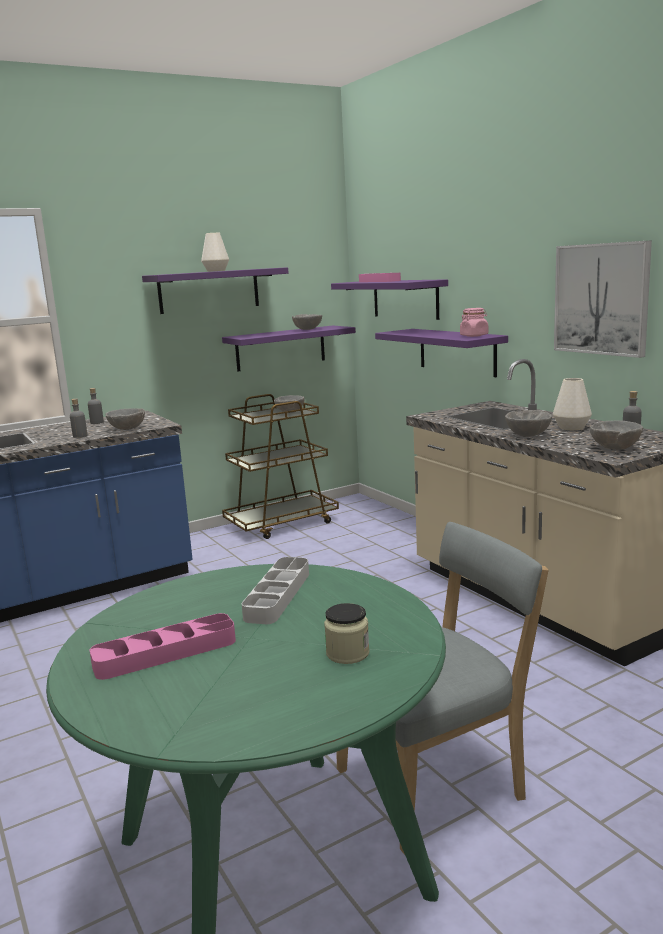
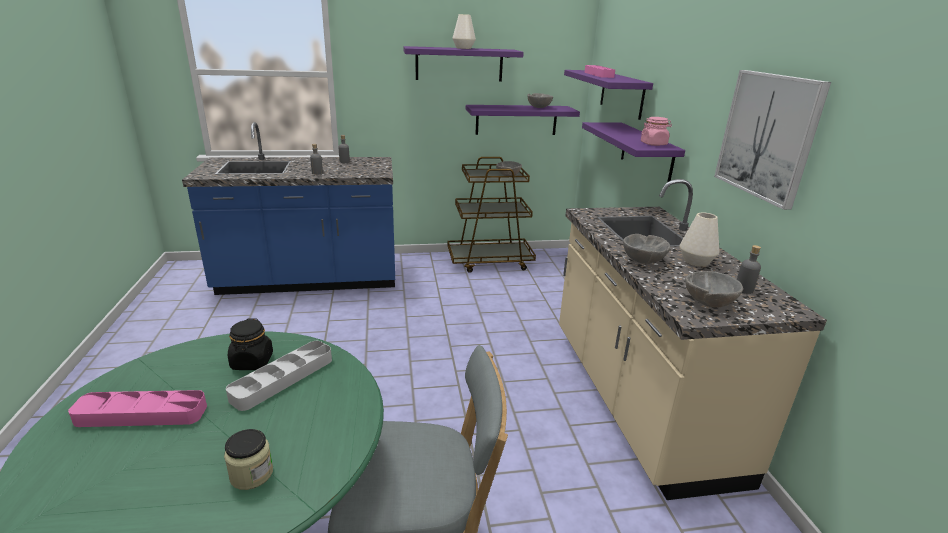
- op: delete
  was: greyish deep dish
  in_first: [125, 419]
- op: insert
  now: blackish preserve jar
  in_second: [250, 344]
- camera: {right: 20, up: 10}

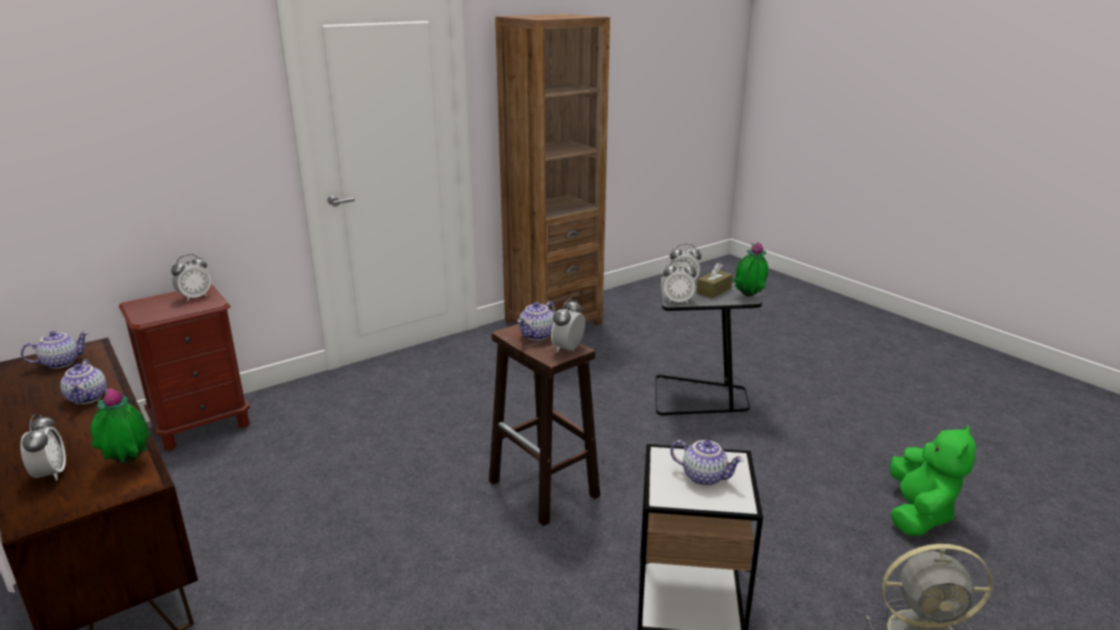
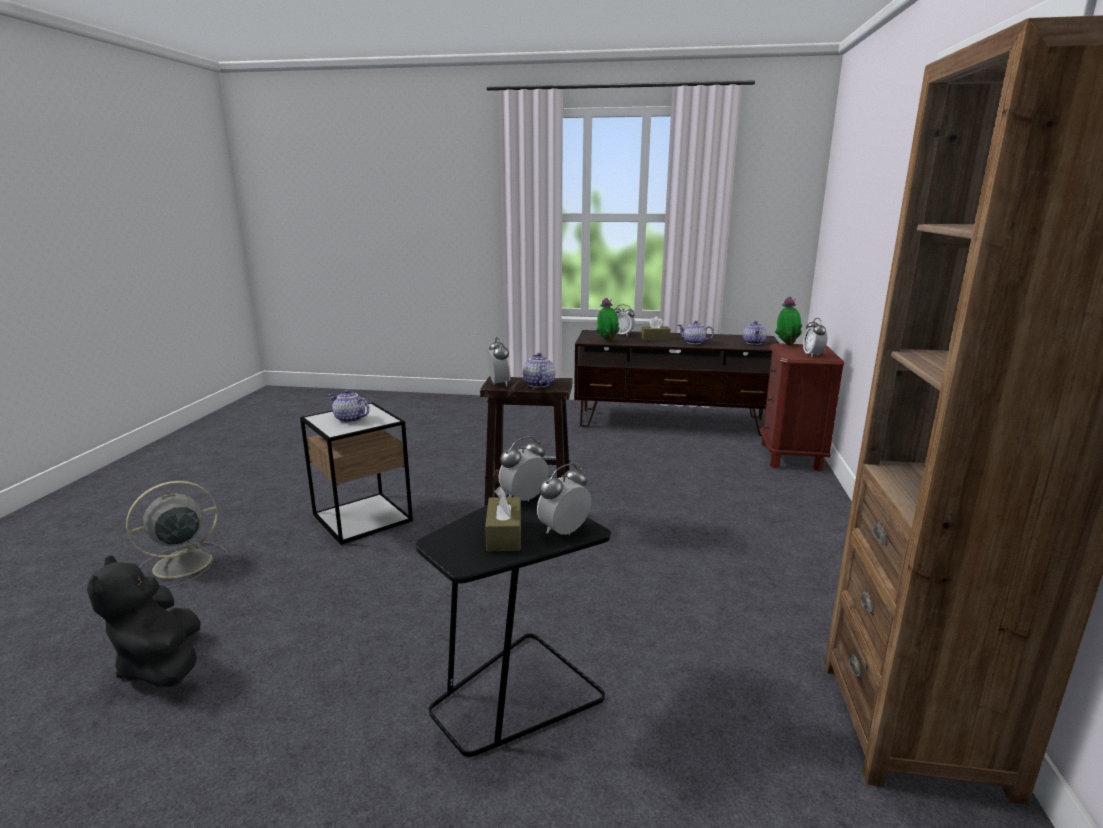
- op: move
  was: houseplant
  in_first: [750, 269]
  in_second: [788, 321]
- op: recolor
  was: green-coloured cuddly toy
  now: blackish cuddly toy
  in_first: [933, 480]
  in_second: [144, 621]
- op: rotate
  was: pot for tea
  in_first: [707, 463]
  in_second: [349, 406]
  clockwise: 45
- op: insert
  now: brownish tissue box
  in_second: [655, 328]
- camera: {right: 135, up: -5}

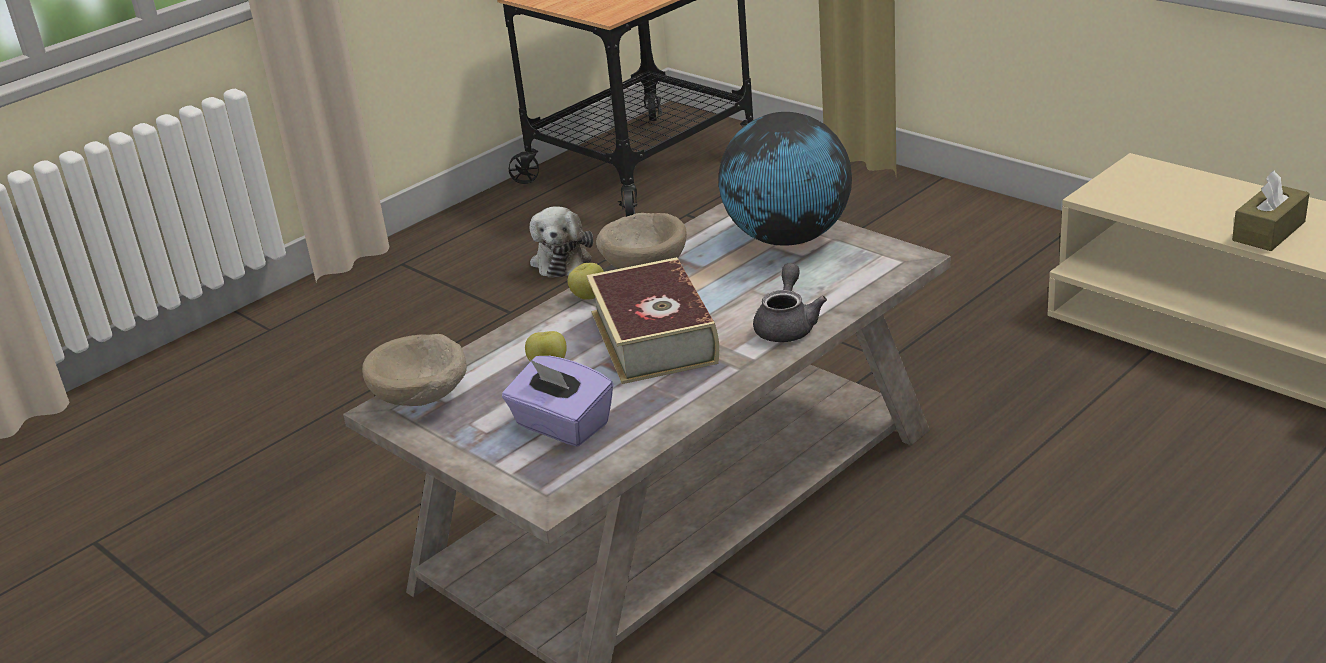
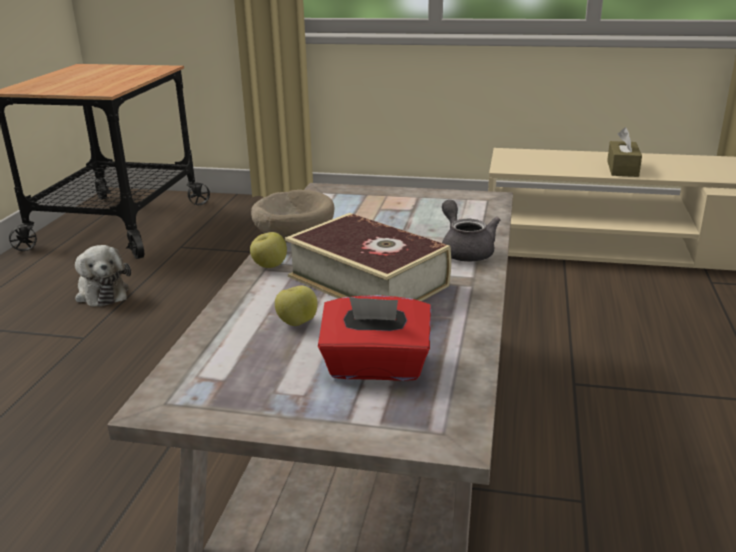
- op: delete
  was: world globe
  in_first: [785, 179]
- op: delete
  was: beige-coloured deep dish
  in_first: [414, 370]
- op: recolor
  was: purplish tissue box
  now: red-coloured tissue box
  in_first: [557, 401]
  in_second: [374, 338]
- camera: {right: -35, up: -5}

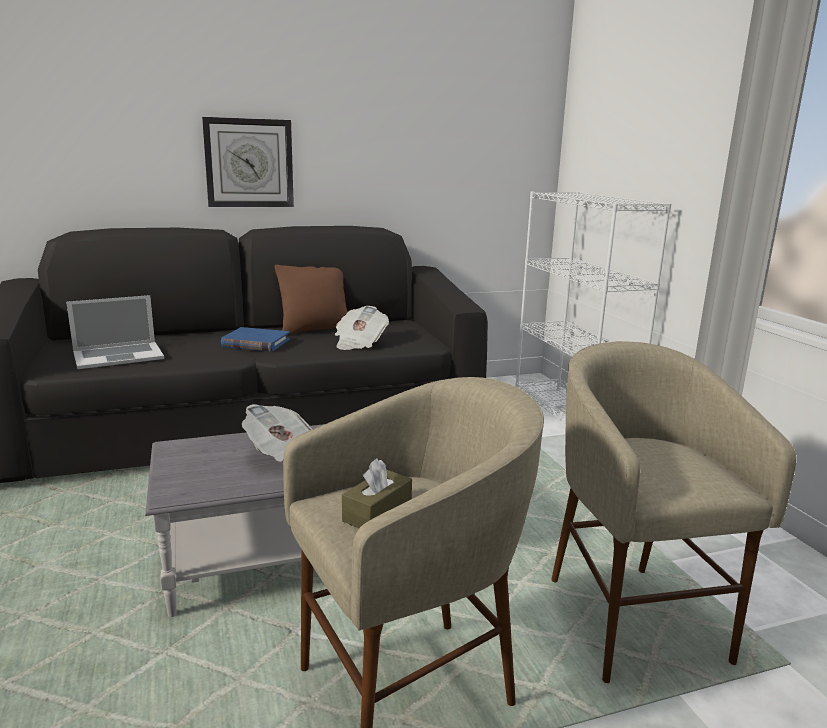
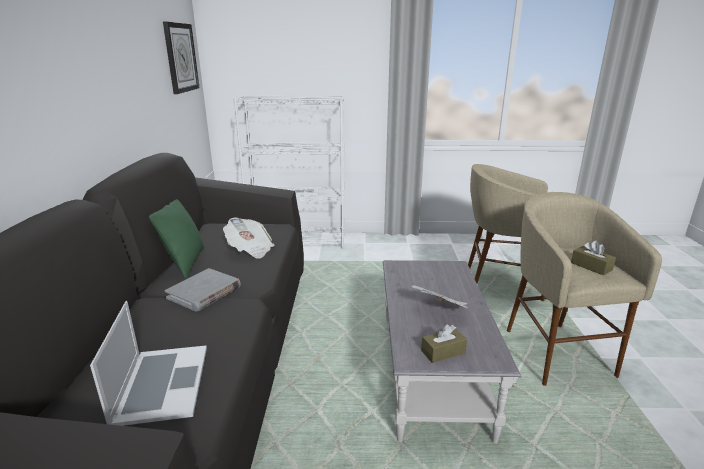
- op: move
  was: wall clock
  in_first: [248, 162]
  in_second: [181, 57]
- op: recolor
  was: brownish throw pillow
  now: green-coloured throw pillow
  in_first: [311, 300]
  in_second: [176, 239]
- op: recolor
  was: blue-coloured volume
  now: greyish volume
  in_first: [255, 339]
  in_second: [202, 289]
- op: insert
  now: brownish tissue box
  in_second: [444, 344]
- camera: {right: -70, up: 5}

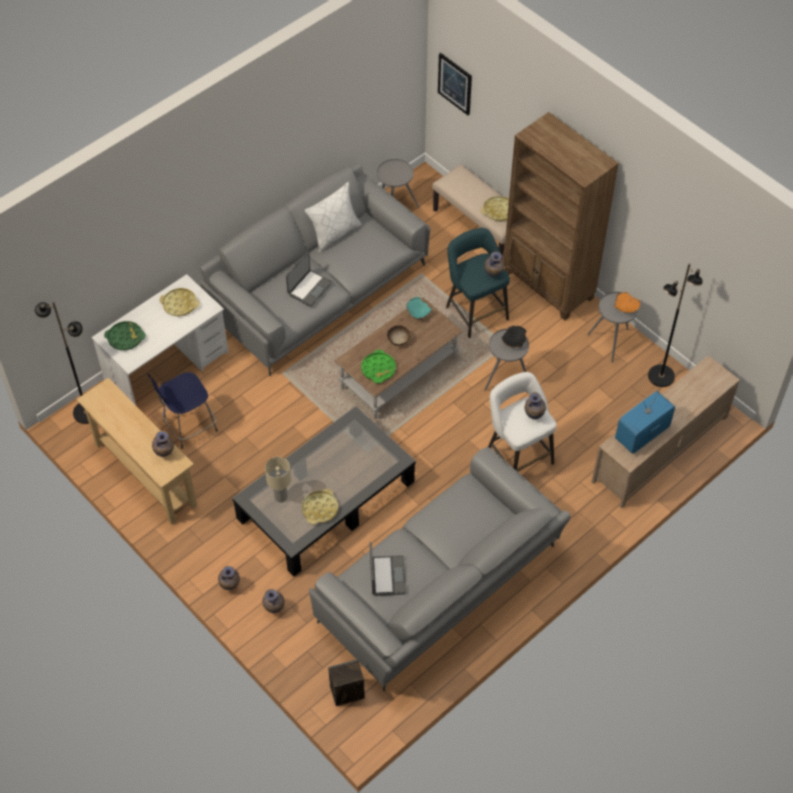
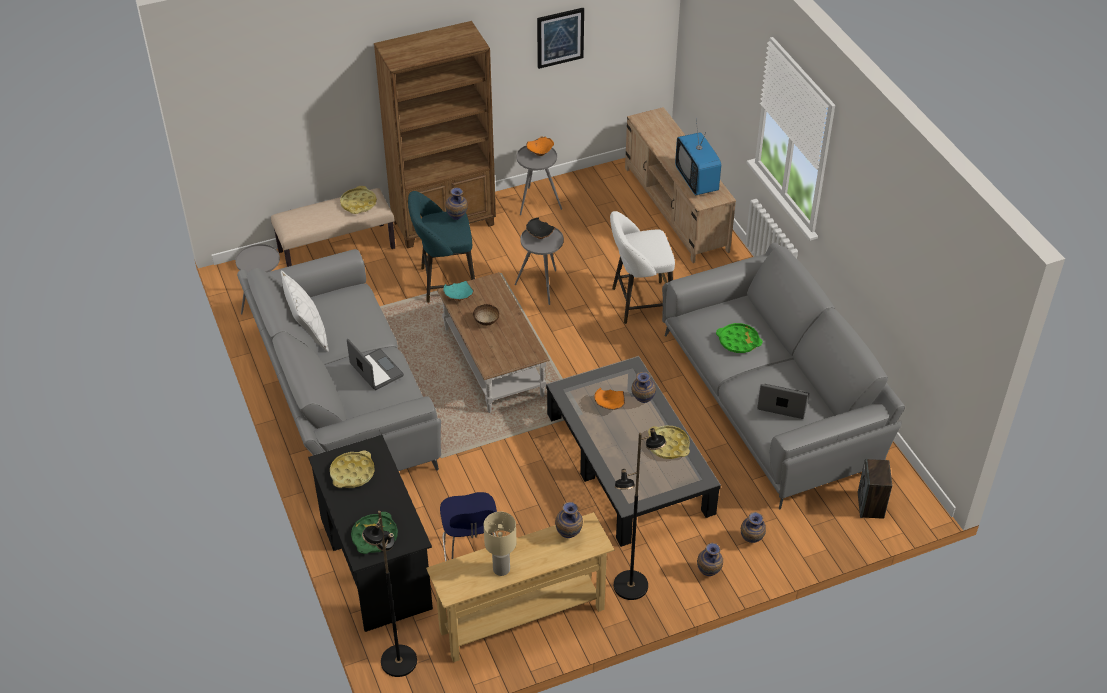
- op: move
  was: wall picture
  in_first: [455, 84]
  in_second: [560, 38]
- op: move
  was: blackish standing lamp
  in_first: [675, 325]
  in_second: [640, 514]
- op: recolor
  was: white desk unit
  now: blackish desk unit
  in_first: [160, 339]
  in_second: [370, 533]
- op: move
  was: green-coloured serving tray
  in_first: [378, 366]
  in_second: [739, 338]
- op: move
  was: flower vase
  in_first: [535, 405]
  in_second: [644, 387]
- op: move
  was: beige-coloured table lamp
  in_first: [278, 479]
  in_second: [500, 543]
- op: insert
  now: orangey deep dish
  in_second: [609, 399]
- camera: {right: -70, up: -10}

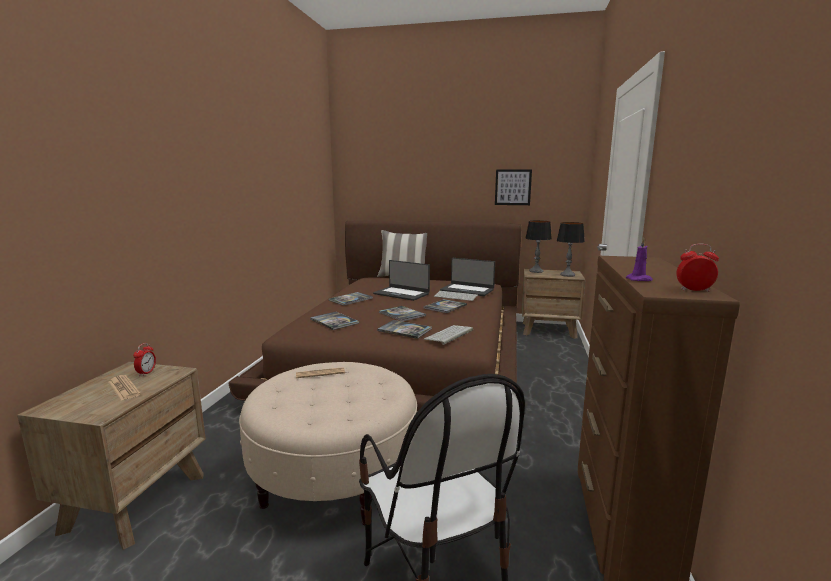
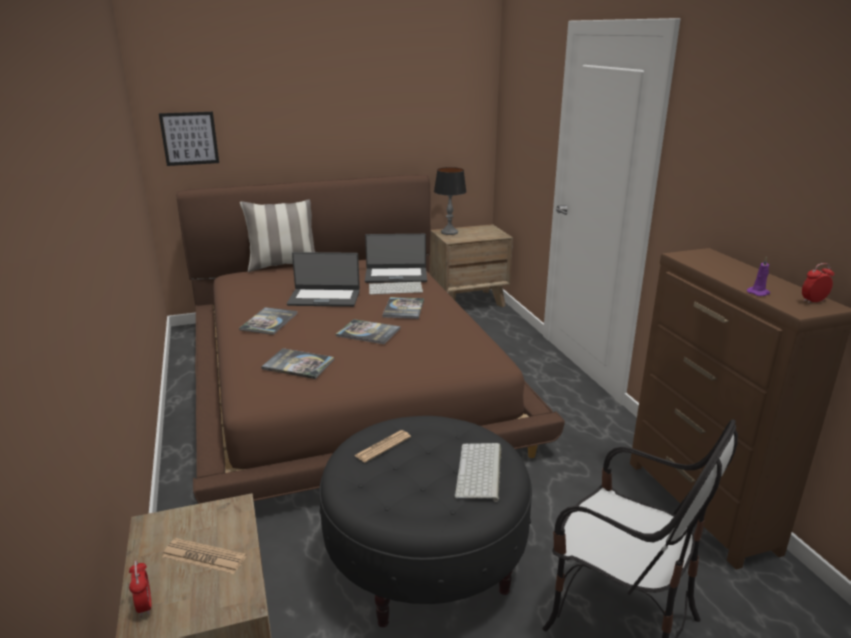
- op: move
  was: wall picture
  in_first: [513, 187]
  in_second: [189, 139]
- op: delete
  was: table lamp
  in_first: [570, 249]
- op: delete
  was: volume
  in_first: [404, 329]
- op: move
  was: computer keyboard
  in_first: [448, 335]
  in_second: [478, 472]
- op: move
  was: bedside clock
  in_first: [144, 359]
  in_second: [140, 588]
- op: recolor
  was: beige-coloured ottoman
  now: blackish ottoman
  in_first: [328, 443]
  in_second: [425, 521]
- camera: {right: -30, up: 10}

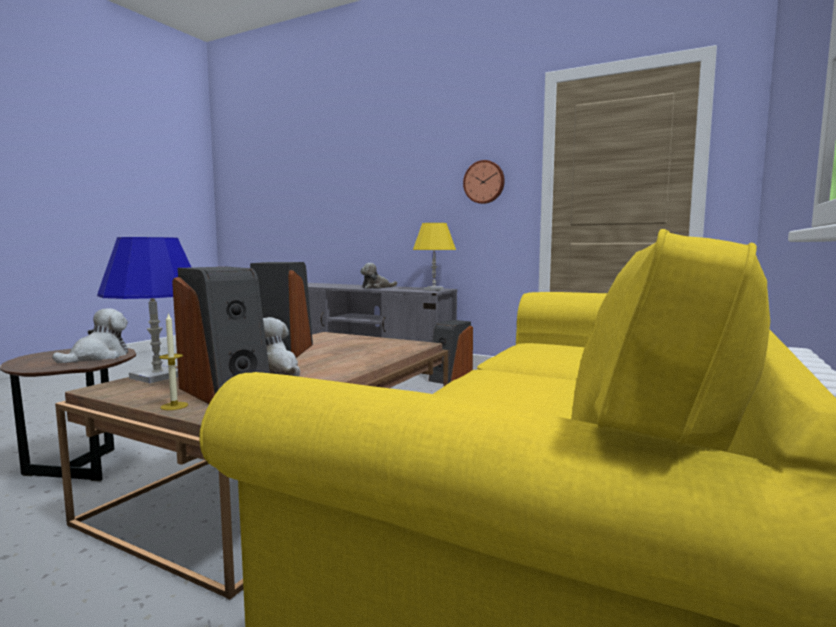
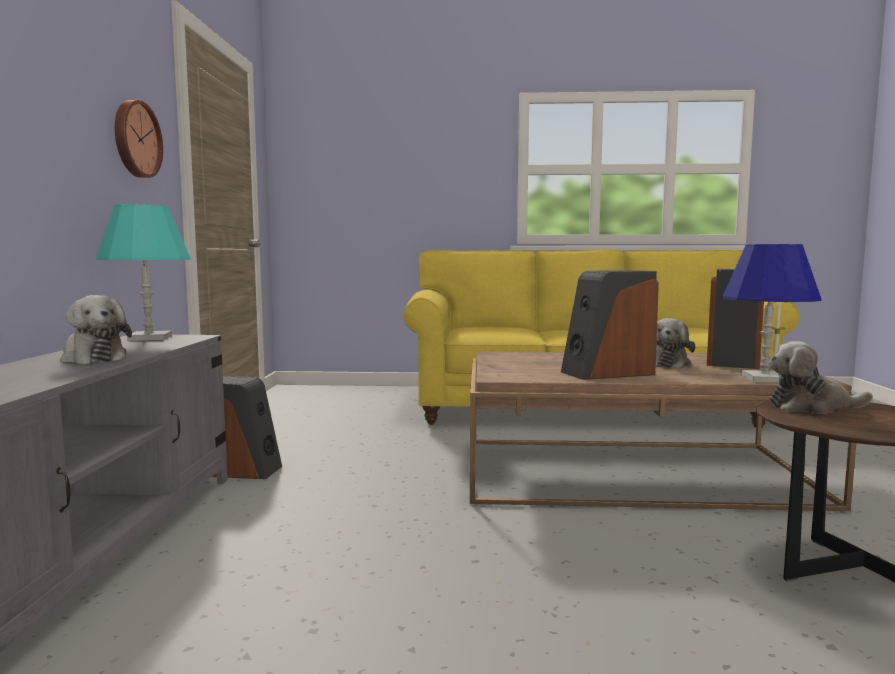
- op: recolor
  was: yellow-coloured table lamp
  now: turquoise-coloured table lamp
  in_first: [434, 256]
  in_second: [143, 273]
- camera: {right: -115, up: 0}

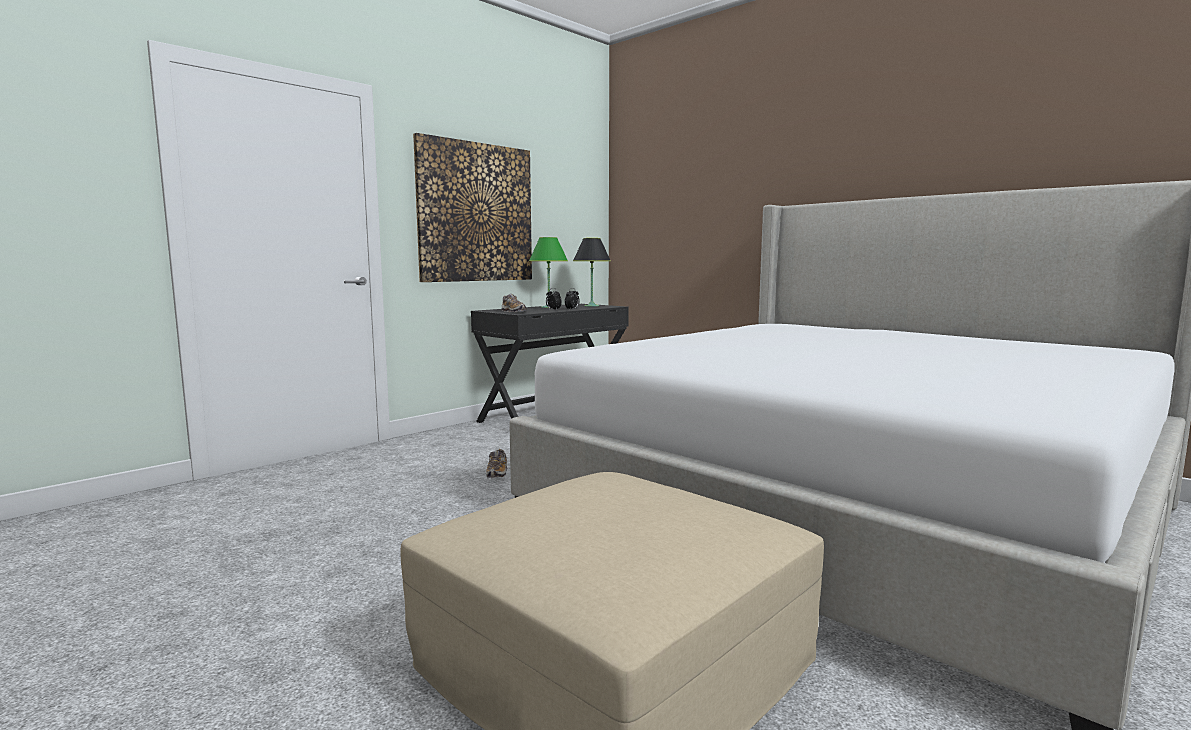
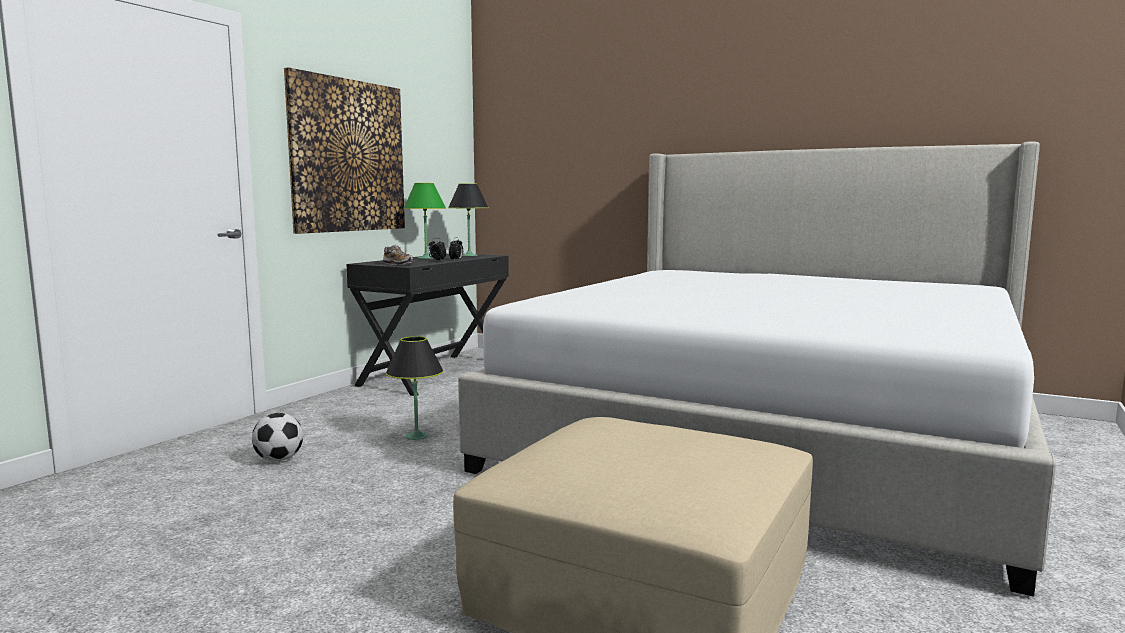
- op: replace
  was: shoe
  now: blackish table lamp
  in_first: [497, 463]
  in_second: [414, 388]
- op: insert
  now: football ball
  in_second: [277, 437]
- camera: {right: -15, up: 0}

